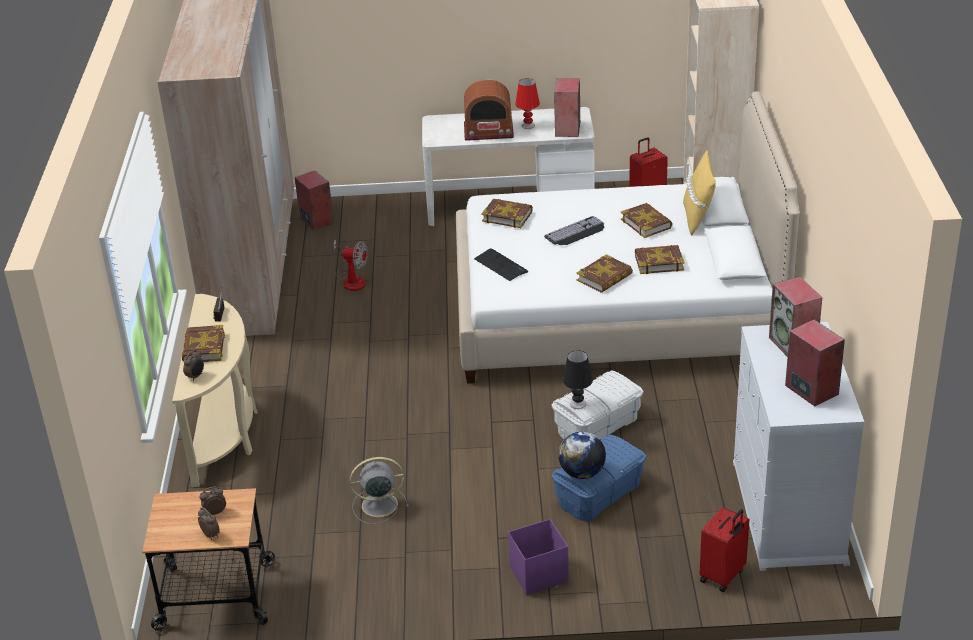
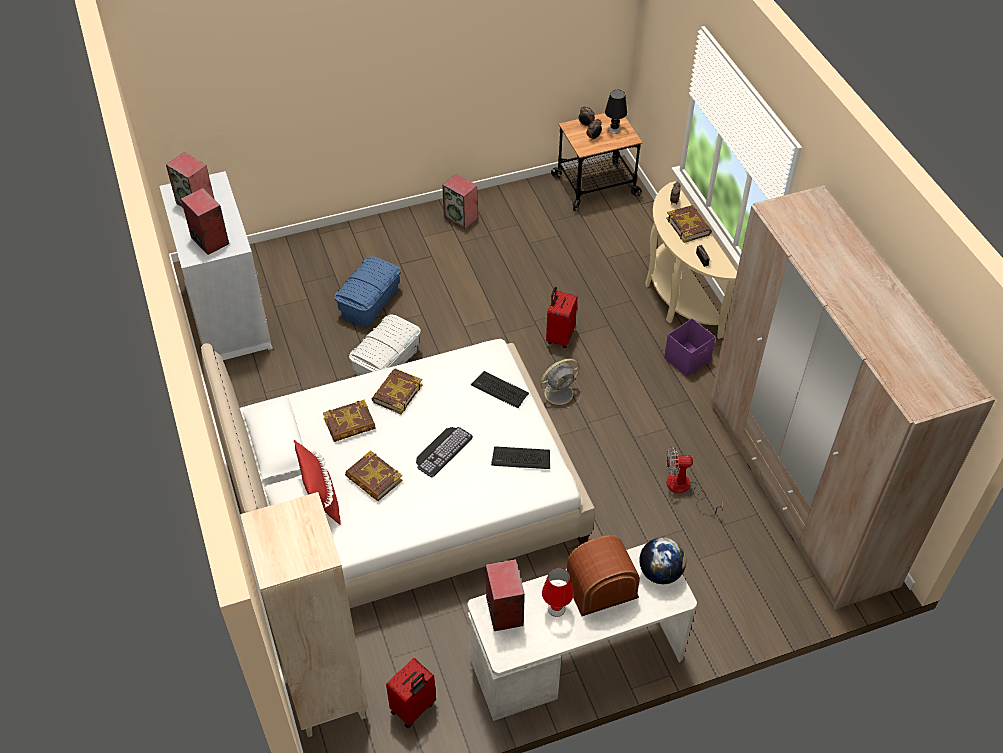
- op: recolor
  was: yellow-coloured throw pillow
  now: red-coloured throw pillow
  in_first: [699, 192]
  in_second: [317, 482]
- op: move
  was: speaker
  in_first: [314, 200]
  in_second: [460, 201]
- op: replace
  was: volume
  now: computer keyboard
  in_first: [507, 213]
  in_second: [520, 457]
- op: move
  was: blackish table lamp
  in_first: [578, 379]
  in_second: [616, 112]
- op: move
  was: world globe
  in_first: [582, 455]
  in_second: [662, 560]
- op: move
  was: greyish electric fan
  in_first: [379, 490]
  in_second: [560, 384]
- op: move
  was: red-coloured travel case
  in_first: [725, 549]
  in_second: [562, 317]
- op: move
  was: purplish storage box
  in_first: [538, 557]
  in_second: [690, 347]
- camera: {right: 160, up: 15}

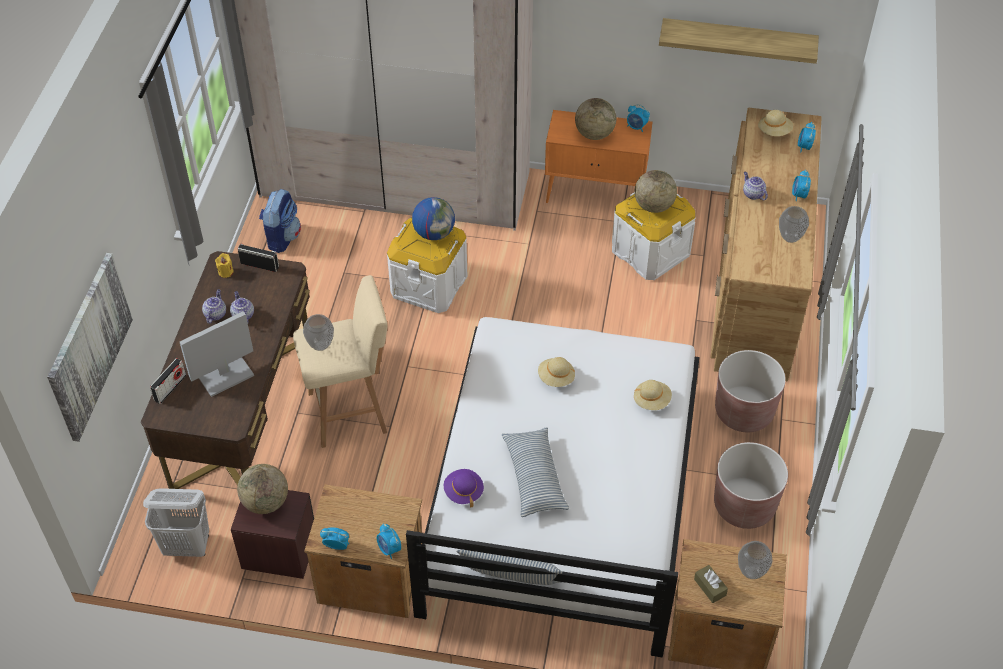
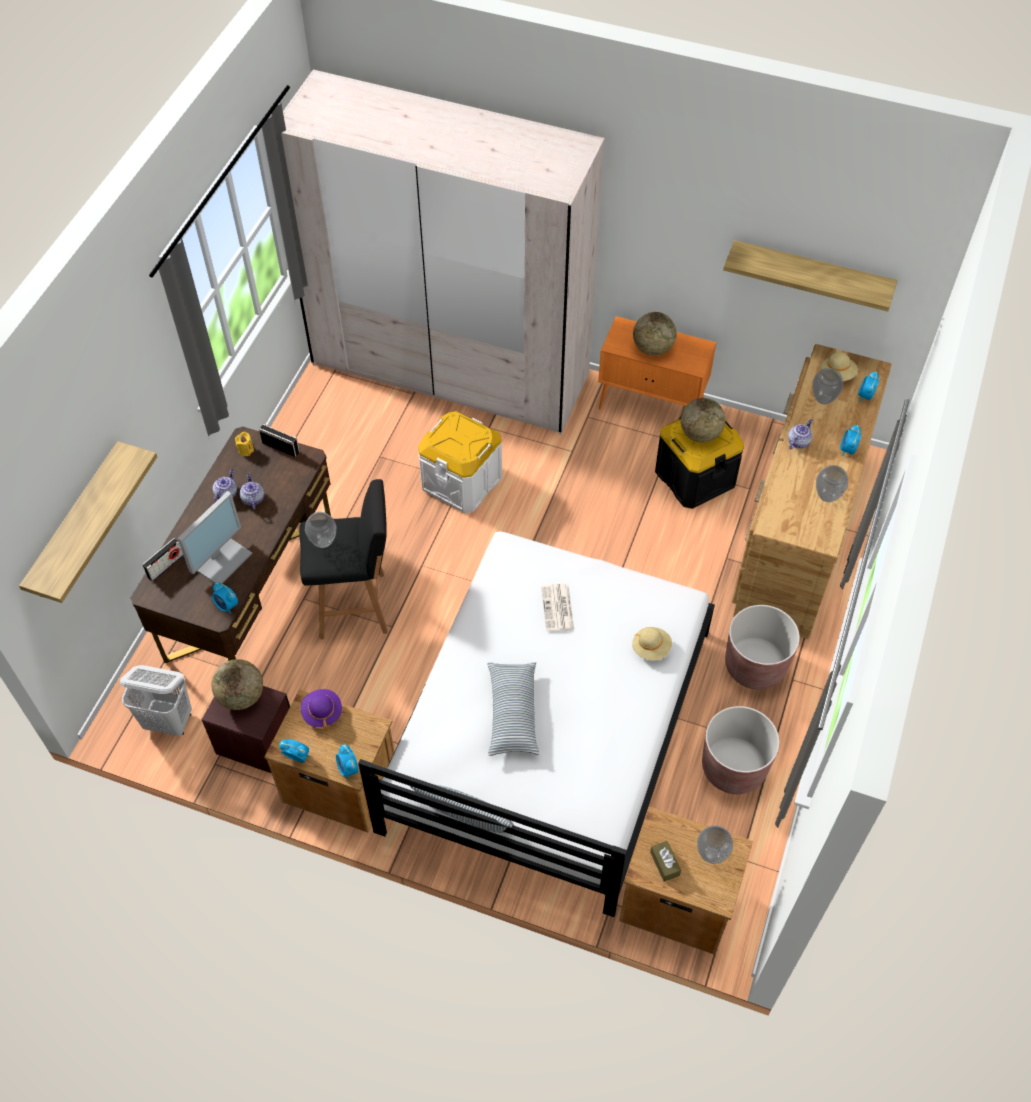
- op: move
  was: bedside clock
  in_first: [638, 118]
  in_second: [225, 598]
- op: rotate
  was: pot for tea
  in_first: [755, 186]
  in_second: [800, 434]
  clockwise: 60
- op: delete
  was: knapsack
  in_first: [280, 221]
- op: recolor
  was: white storage box
  now: blackish storage box
  in_first: [653, 236]
  in_second: [699, 463]
- op: delete
  was: world globe
  in_first: [433, 218]
- op: replace
  was: wall picture
  now: wall shelf
  in_first: [90, 347]
  in_second: [88, 522]
- op: recolor
  was: beige-coloured stool
  now: blackish stool
  in_first: [340, 361]
  in_second: [343, 559]
- op: rotate
  was: monitor
  in_first: [217, 354]
  in_second: [214, 537]
  clockwise: 150
- op: replace
  was: beige-coloured clothing hat
  now: printed paper
  in_first: [556, 372]
  in_second: [557, 608]
- op: move
  was: purplish clothing hat
  in_first: [464, 488]
  in_second: [321, 710]
- op: insert
  now: flower vase
  in_second: [828, 386]
- camera: {right: 10, up: 5}

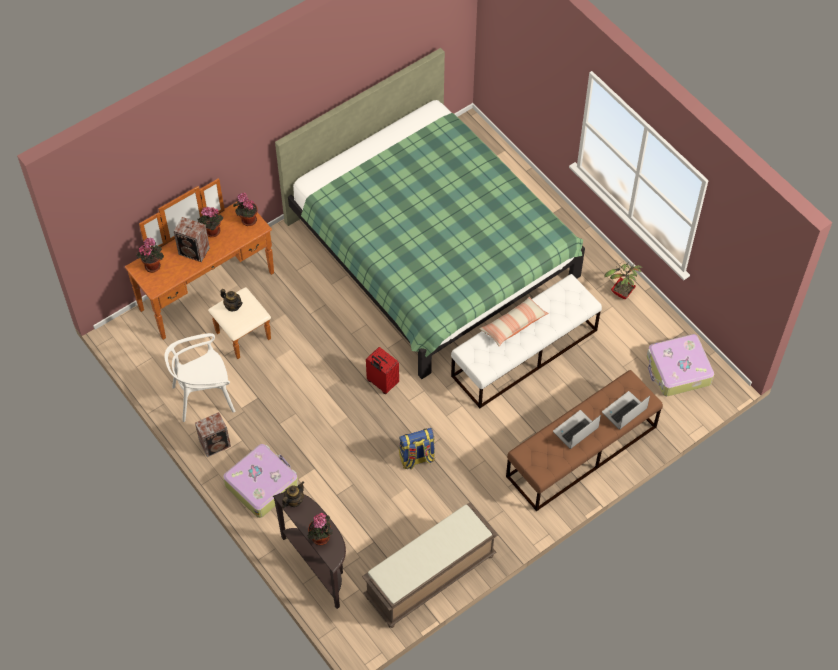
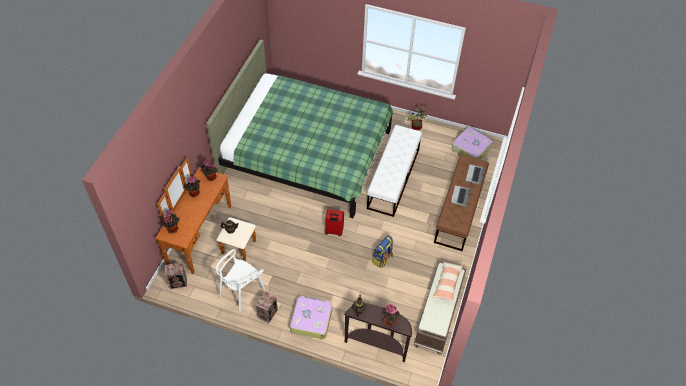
- op: move
  was: speaker
  in_first: [192, 239]
  in_second: [176, 275]
- op: move
  was: throw pillow
  in_first: [514, 321]
  in_second: [448, 282]
- camera: {right: -35, up: -5}

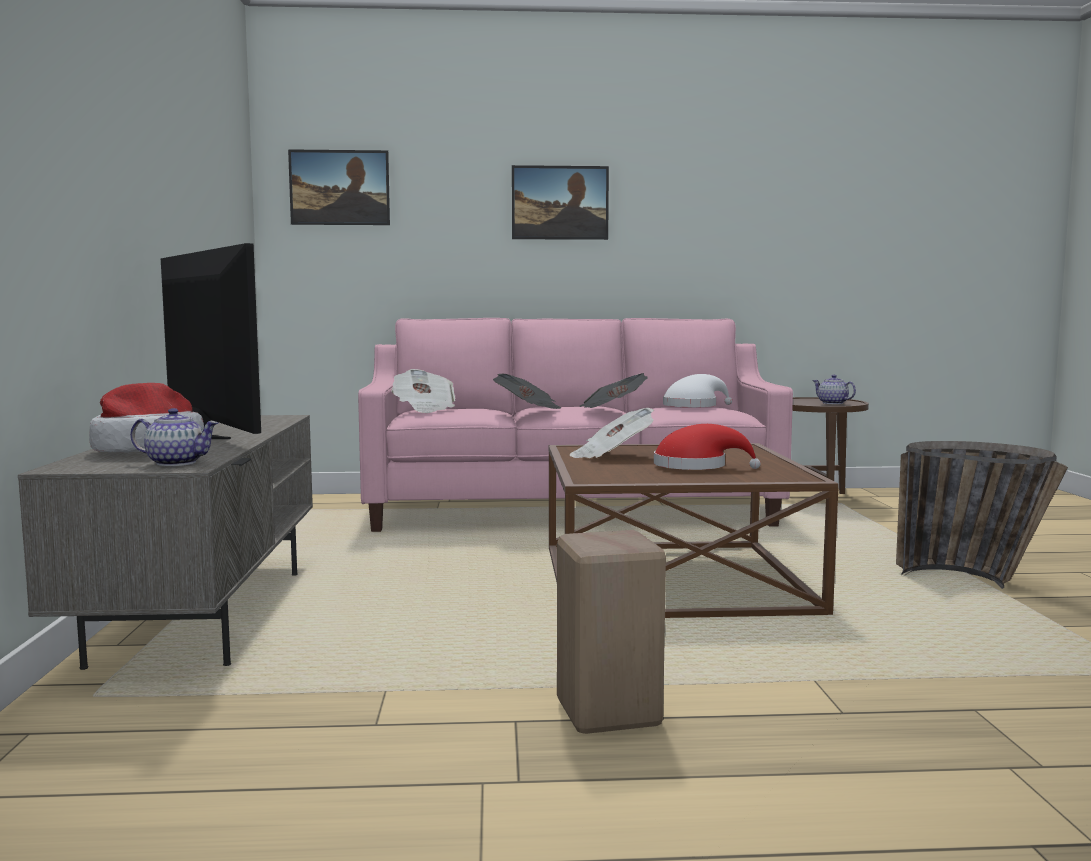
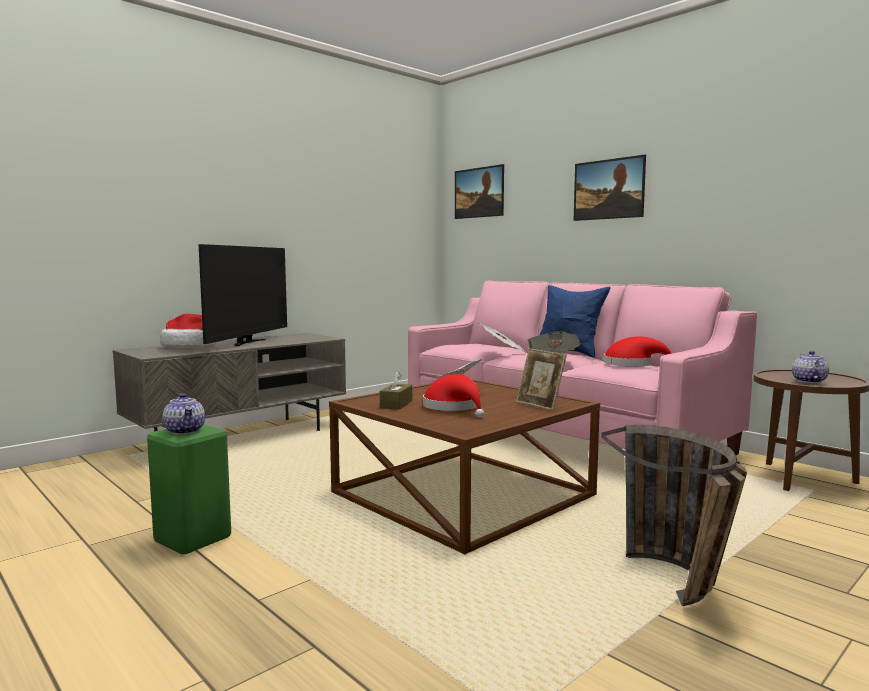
- op: delete
  was: printed paper
  in_first: [423, 391]
- op: recolor
  was: white clothing hat
  now: red-coloured clothing hat
  in_first: [697, 390]
  in_second: [638, 351]
- op: move
  was: pot for tea
  in_first: [174, 437]
  in_second: [184, 414]
- op: recolor
  was: beige-coloured stool
  now: green-coloured stool
  in_first: [611, 632]
  in_second: [189, 489]
- op: insert
  now: blue-coloured throw pillow
  in_second: [575, 321]
- op: insert
  now: photo frame
  in_second: [541, 379]
- op: insert
  now: brownish tissue box
  in_second: [396, 390]
- camera: {right: 50, up: 0}

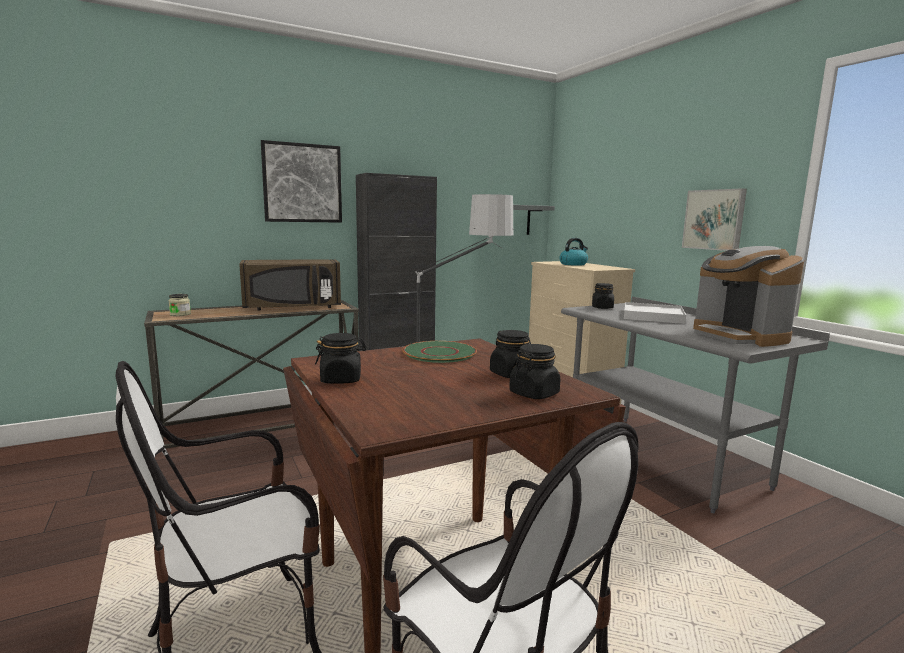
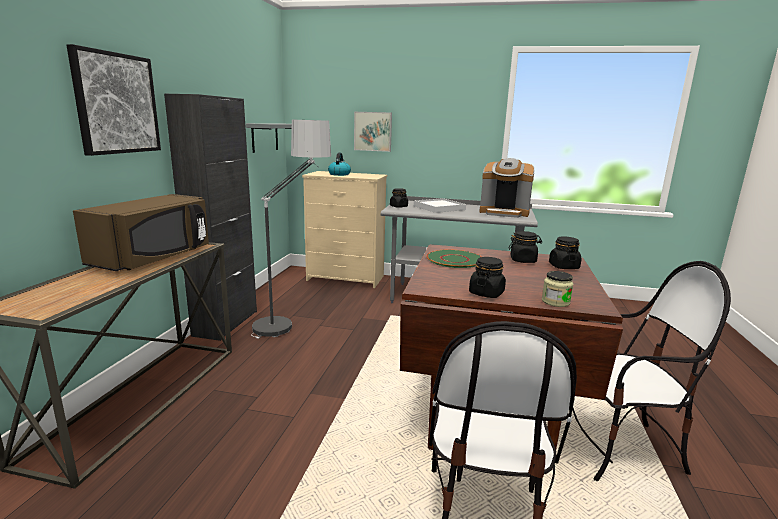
- op: move
  was: wall picture
  in_first: [714, 219]
  in_second: [373, 132]
- op: move
  was: preserve jar
  in_first: [179, 305]
  in_second: [557, 289]
- camera: {right: -50, up: 5}

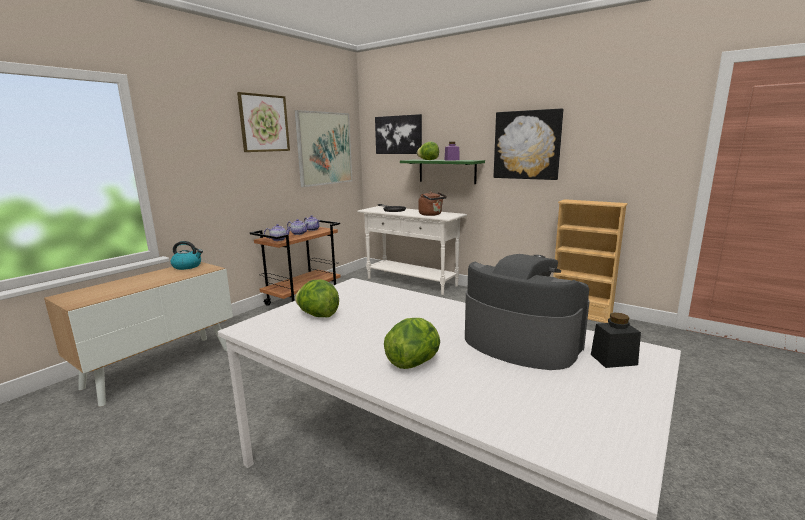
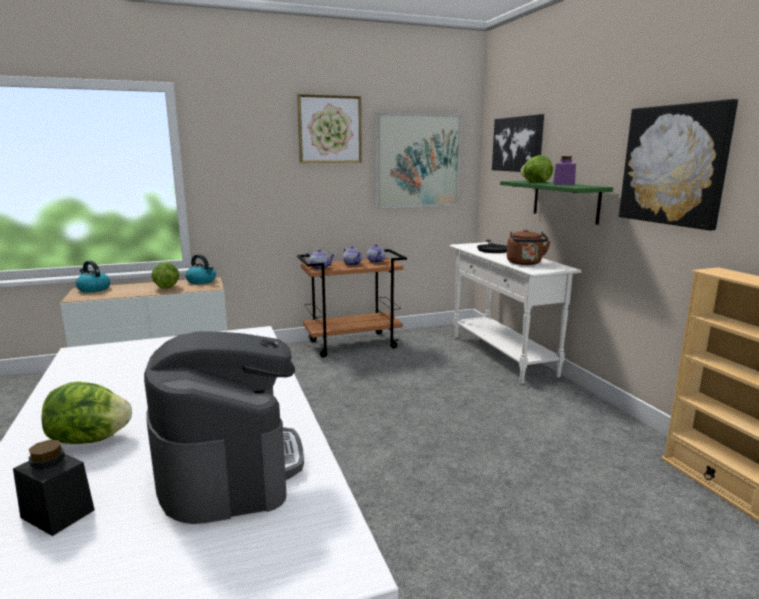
- op: move
  was: lettuce
  in_first: [317, 298]
  in_second: [165, 275]
- op: move
  was: blackish preserve jar
  in_first: [616, 340]
  in_second: [54, 488]
- op: insert
  now: water kettle
  in_second: [93, 277]
- camera: {right: 35, up: 0}

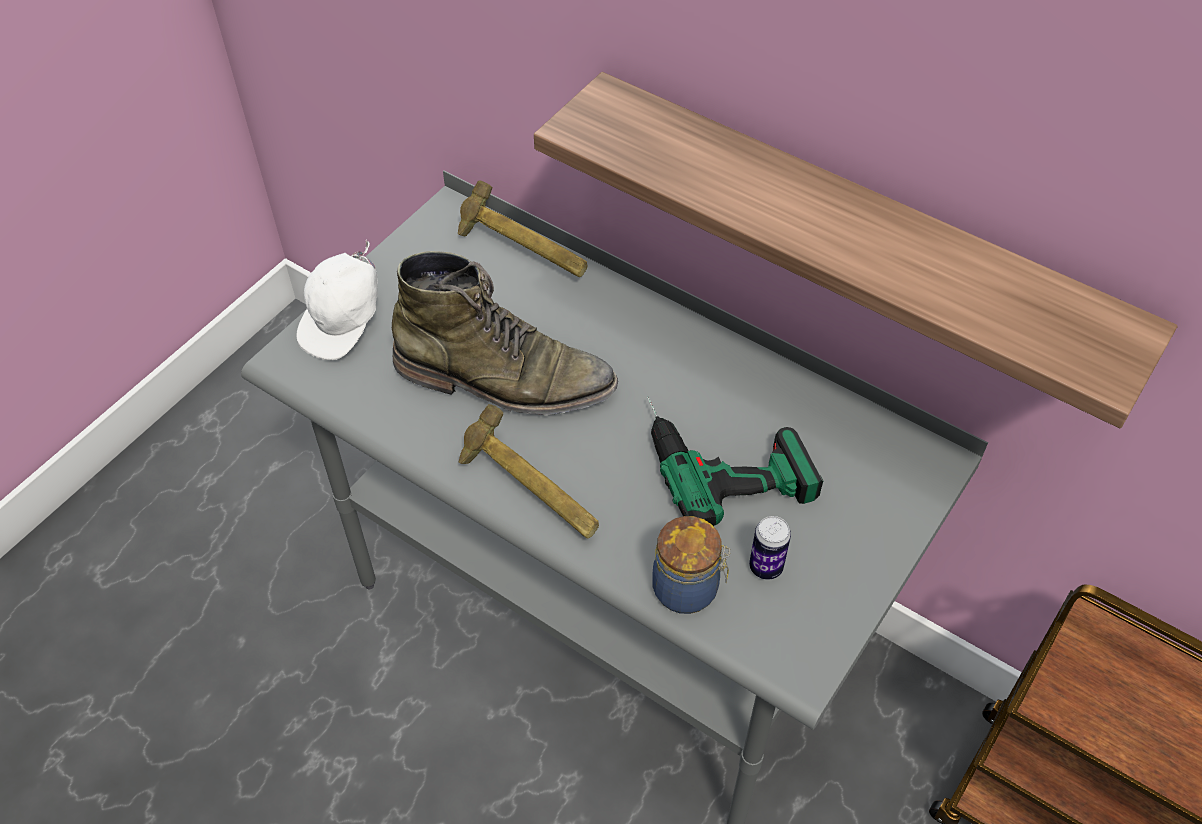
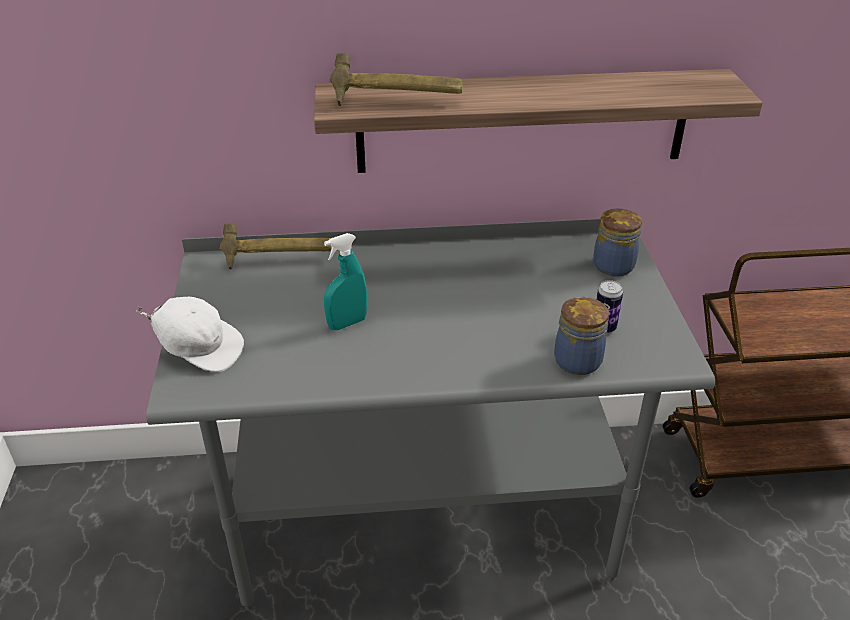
- op: rotate
  was: white baseball cap
  in_first: [337, 300]
  in_second: [190, 334]
  clockwise: -60
- op: replace
  was: green-coloured tall boot
  now: turquoise-coloured sprayer
  in_first: [505, 333]
  in_second: [345, 281]
- op: delete
  was: power drill
  in_first: [735, 461]
- op: move
  was: hammer
  in_first: [529, 471]
  in_second: [396, 79]
- op: insert
  now: preserve jar
  in_second: [617, 242]
- camera: {right: -40, up: -15}

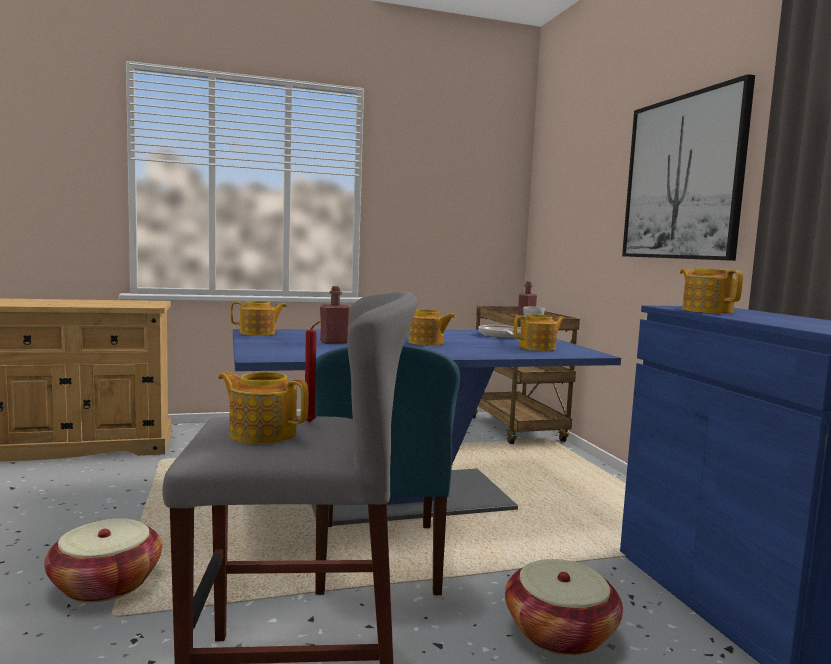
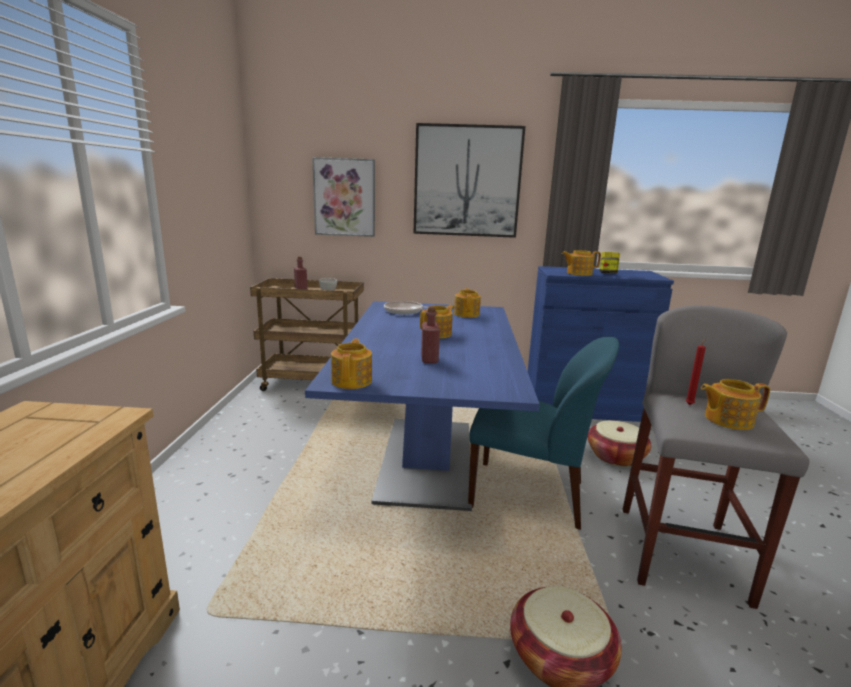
- op: rotate
  was: pot for tea
  in_first: [263, 408]
  in_second: [735, 404]
  clockwise: 45
- op: insert
  now: wall picture
  in_second: [343, 197]
- op: insert
  now: preserve jar
  in_second: [610, 263]
- camera: {right: -70, up: 10}

